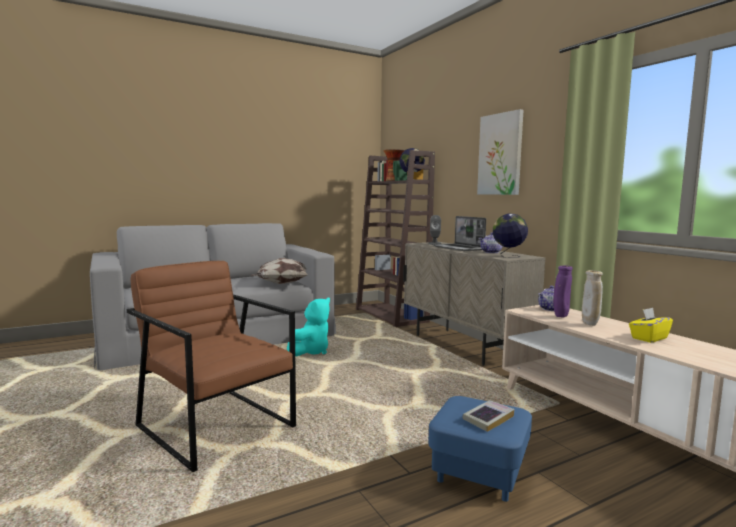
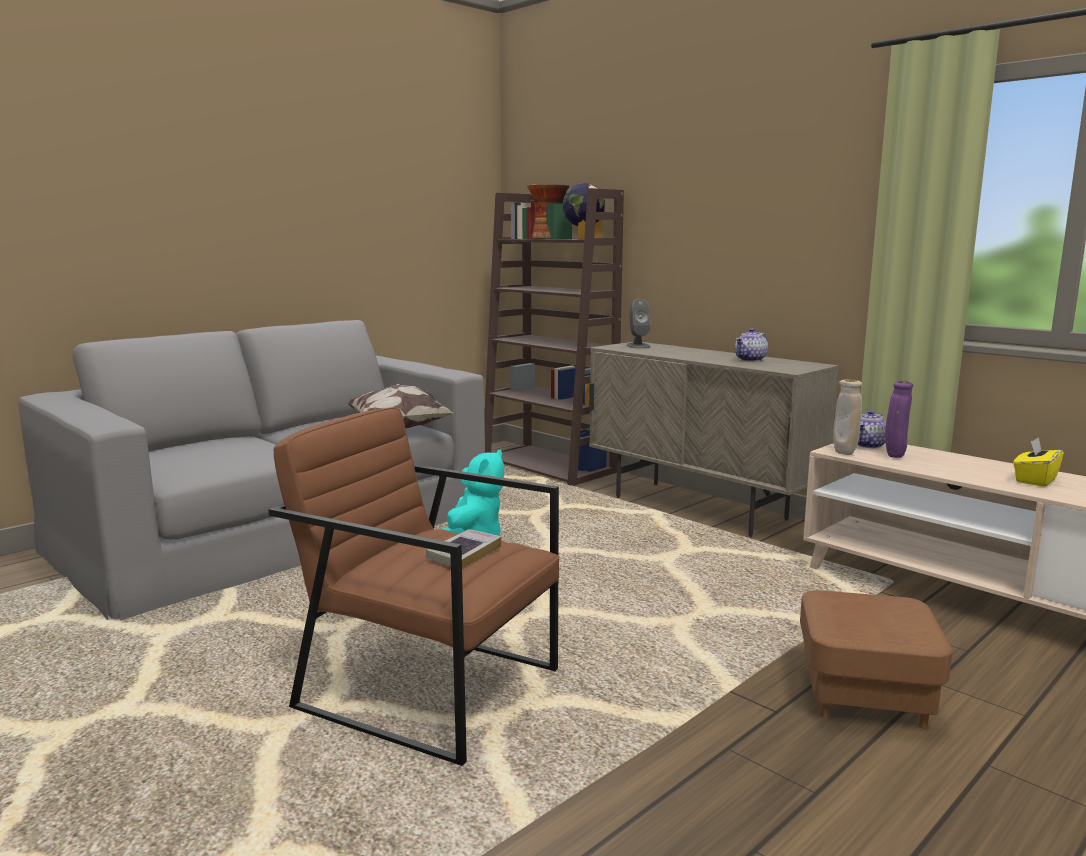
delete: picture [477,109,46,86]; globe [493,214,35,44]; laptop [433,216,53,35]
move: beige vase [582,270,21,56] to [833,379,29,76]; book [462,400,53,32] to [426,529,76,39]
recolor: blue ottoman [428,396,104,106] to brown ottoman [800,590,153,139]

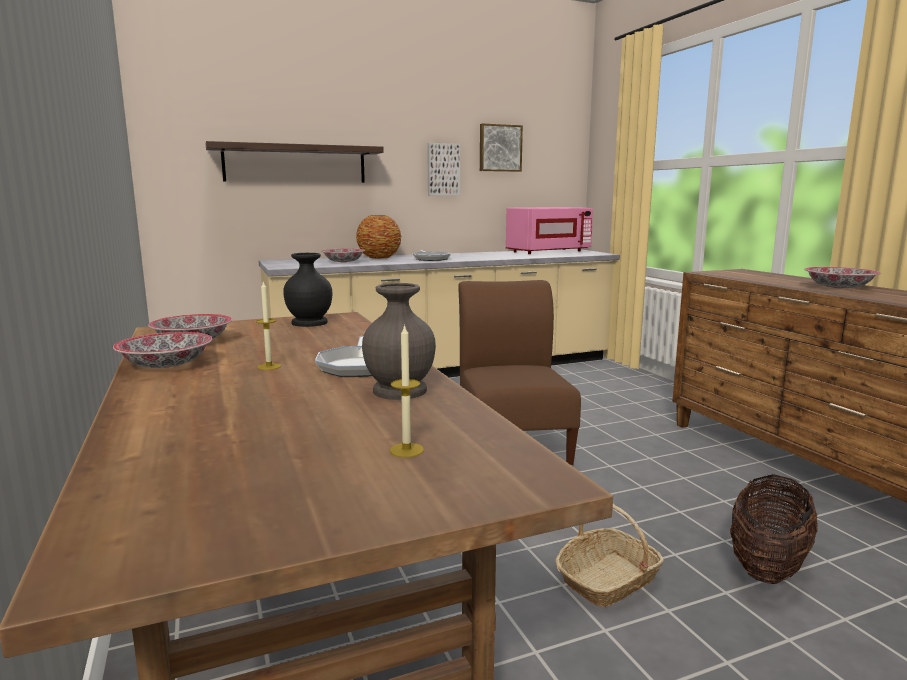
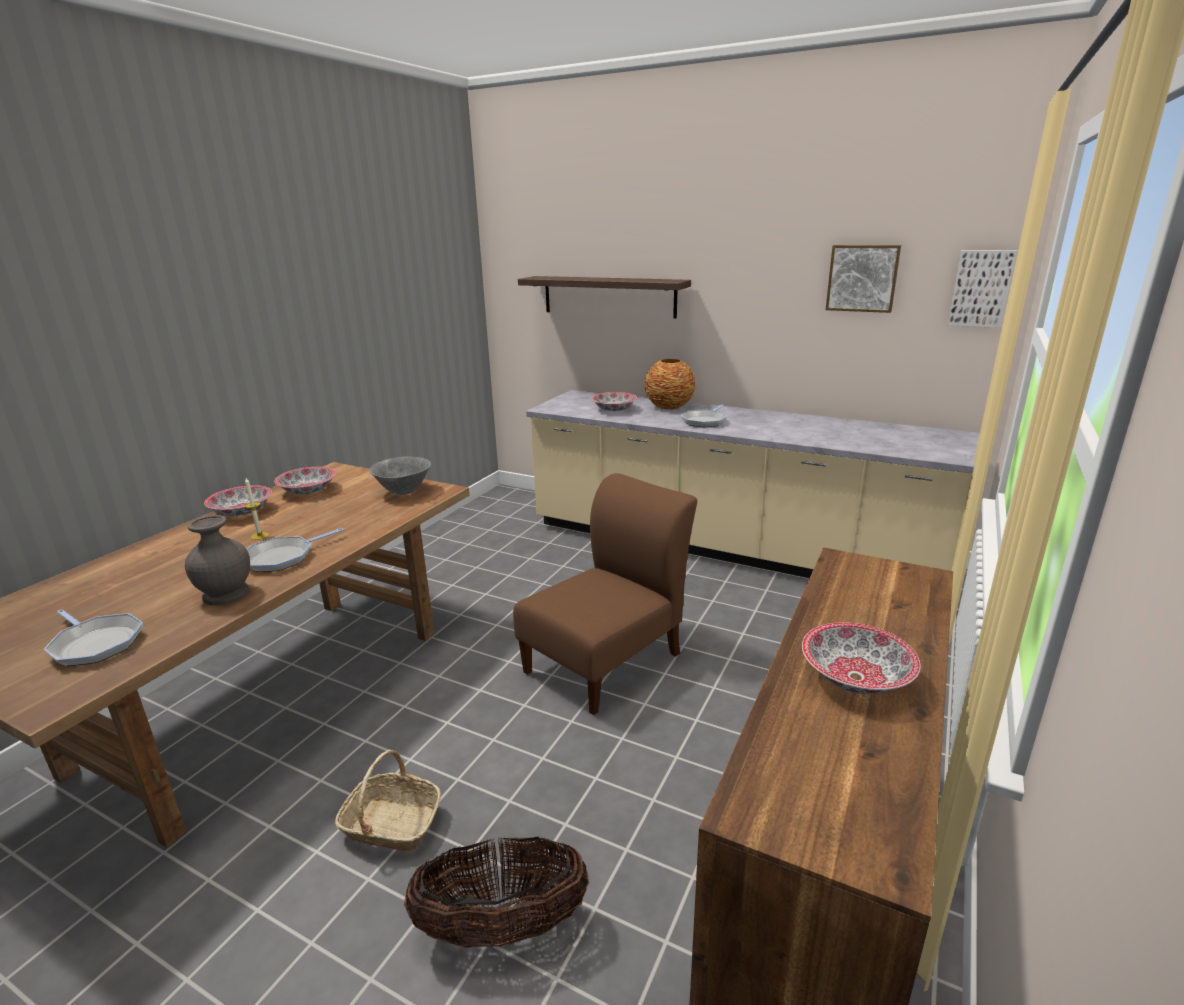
delete: pink microwave [506,207,87,47]
move: picture [427,143,33,52] to [948,250,69,78]
replace: black vase [283,253,50,74] to grey bowl [370,457,61,38]; candle [390,324,34,133] to frying pan [44,610,99,56]

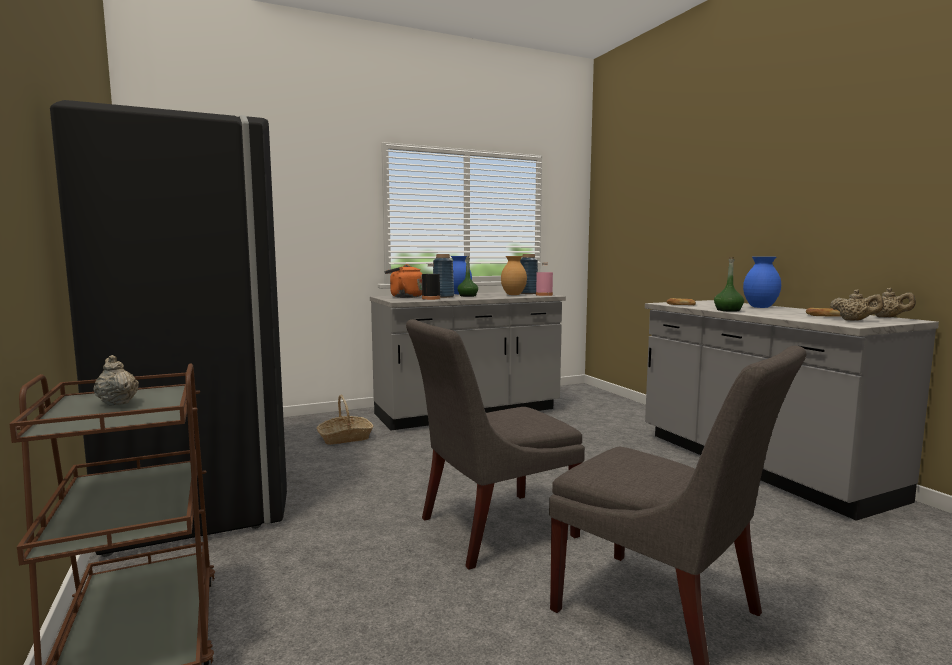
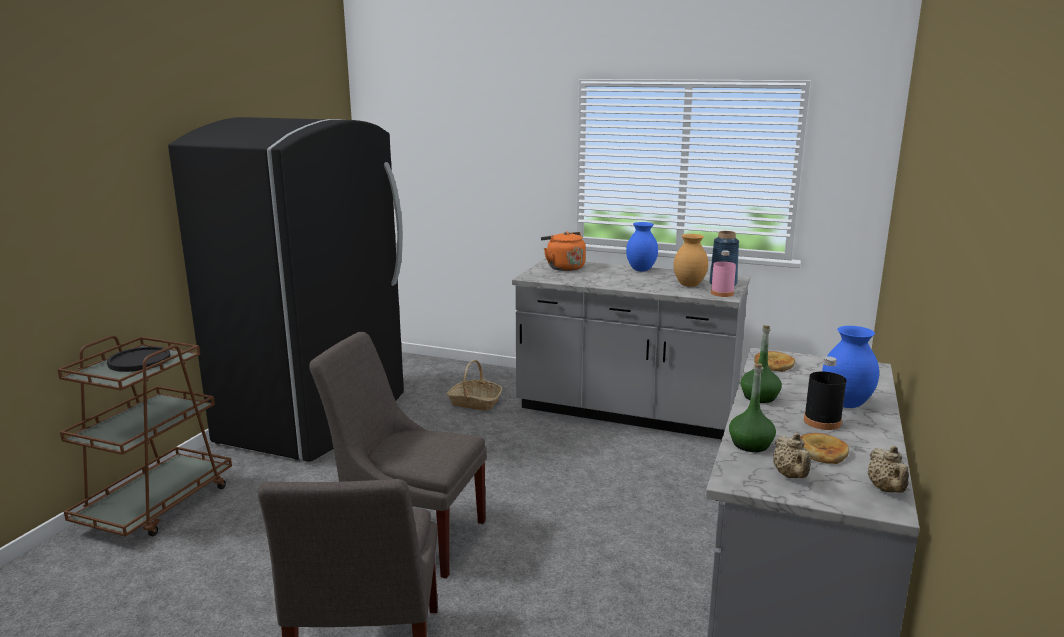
delete: blue vase [433,254,21,44]
move: green bottle [458,256,20,41] to [729,364,47,88]; black bottle [422,263,18,37] to [804,357,42,73]
replace: beige teapot [93,355,46,50] to black plate [107,346,64,26]

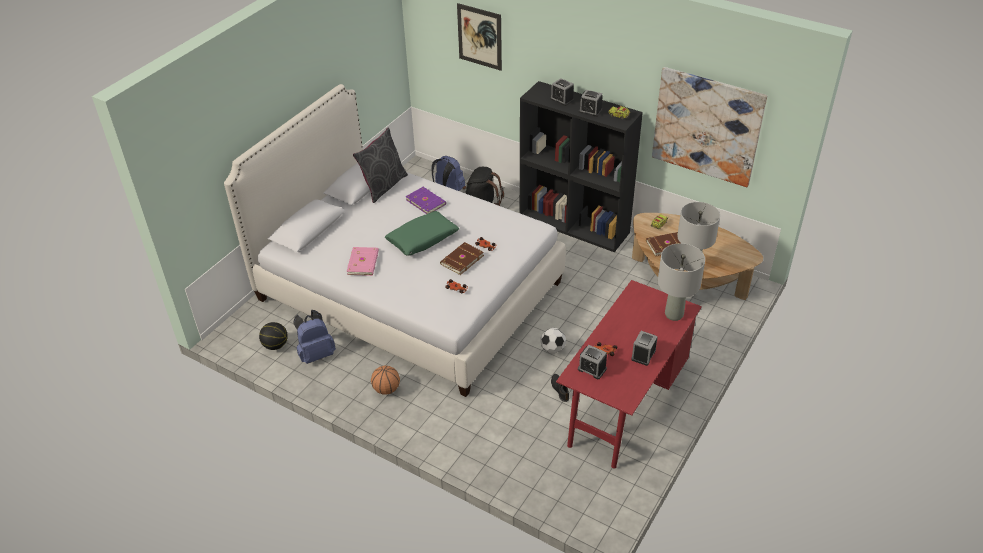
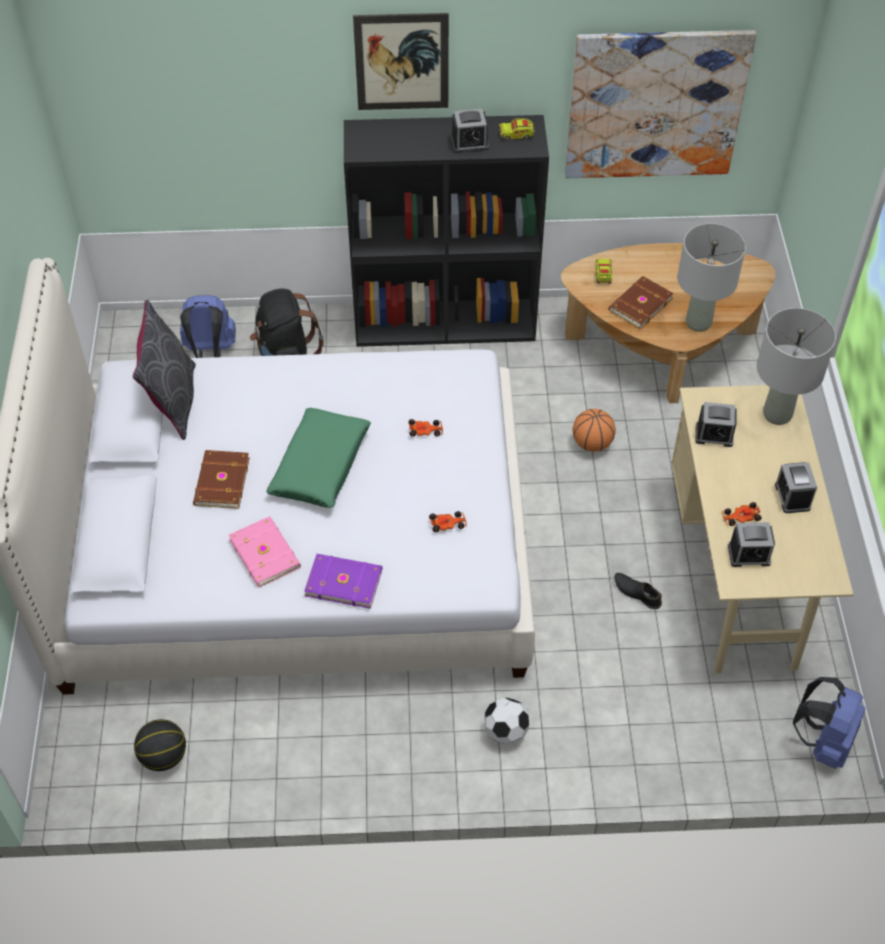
move: picture [457,3,45,68] to [353,13,96,97]; alarm clock [550,78,24,28] to [695,402,42,45]; purple book [405,187,41,27] to [304,554,78,55]; brown book [440,242,44,33] to [193,450,57,59]; blue backpack [293,310,43,54] to [793,677,72,92]; football [540,328,26,26] to [485,697,44,47]; basketball [371,366,29,29] to [572,409,44,43]
recolor: red desk [556,280,146,189] to beige desk [672,385,182,289]

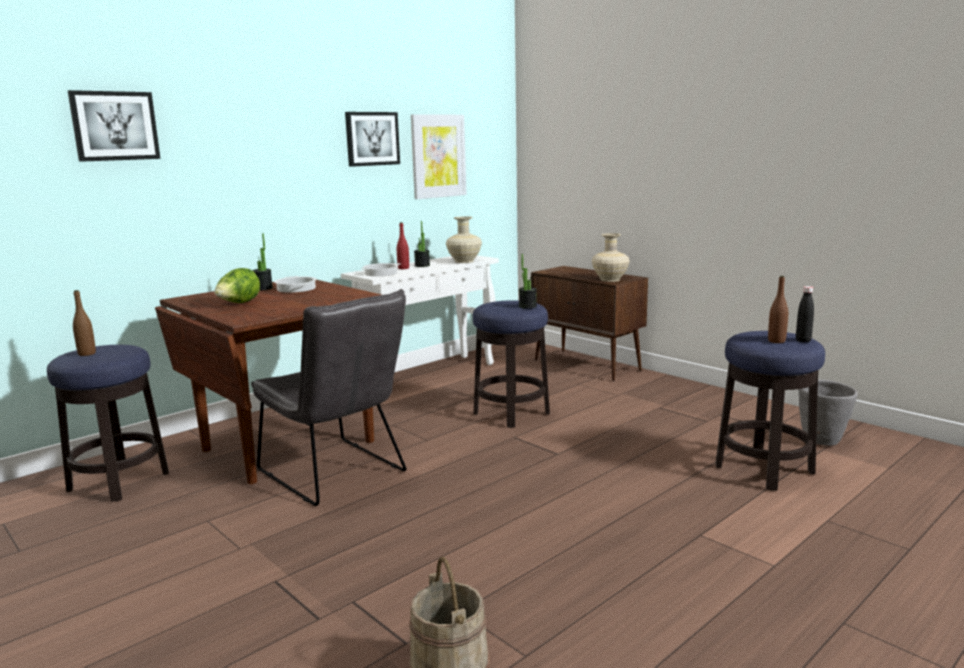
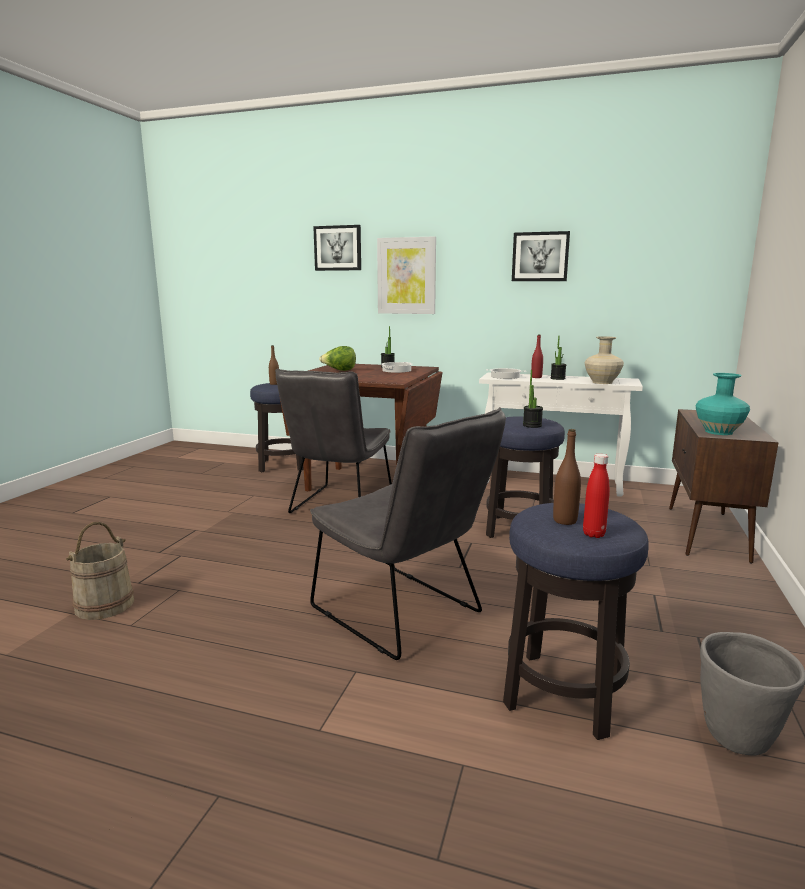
insert: grey chair [310,407,196,253]
move: picture [411,114,55,85] to [377,236,59,78]
recolor: beige vase [592,233,38,49] to turquoise vase [696,373,54,62]; black bottle [796,286,18,56] to red bottle [583,454,27,84]

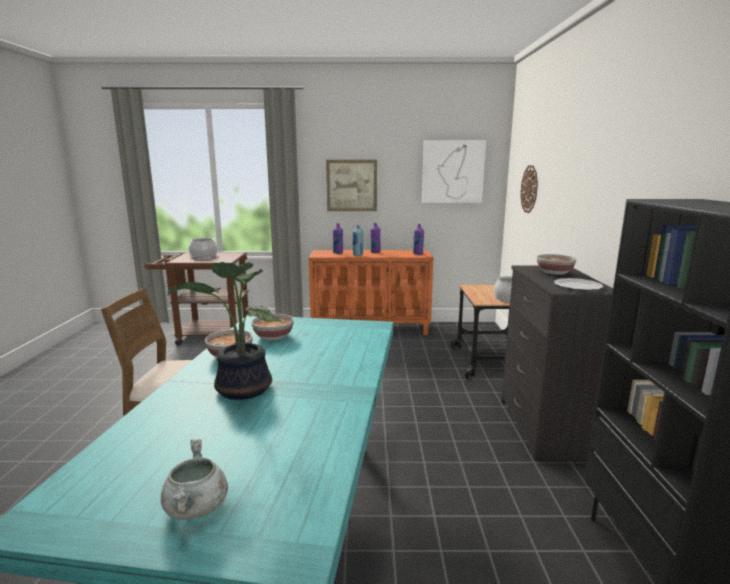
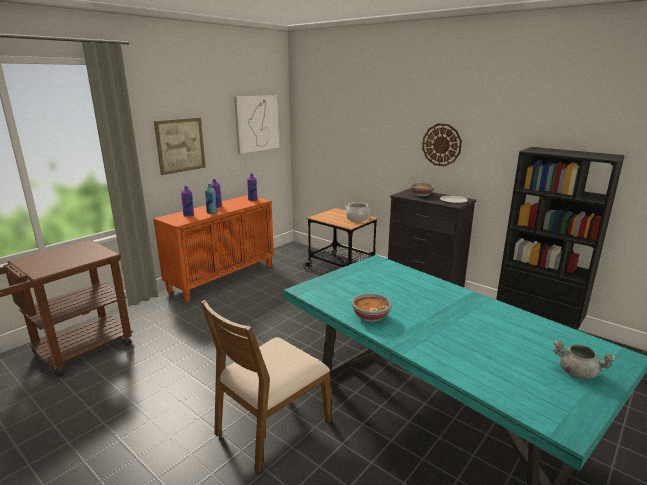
delete: cooking pot [189,238,29,20]; potted plant [168,262,114,138]; bowl [251,314,43,26]
move: wall clock [520,165,18,48] to [422,123,40,43]

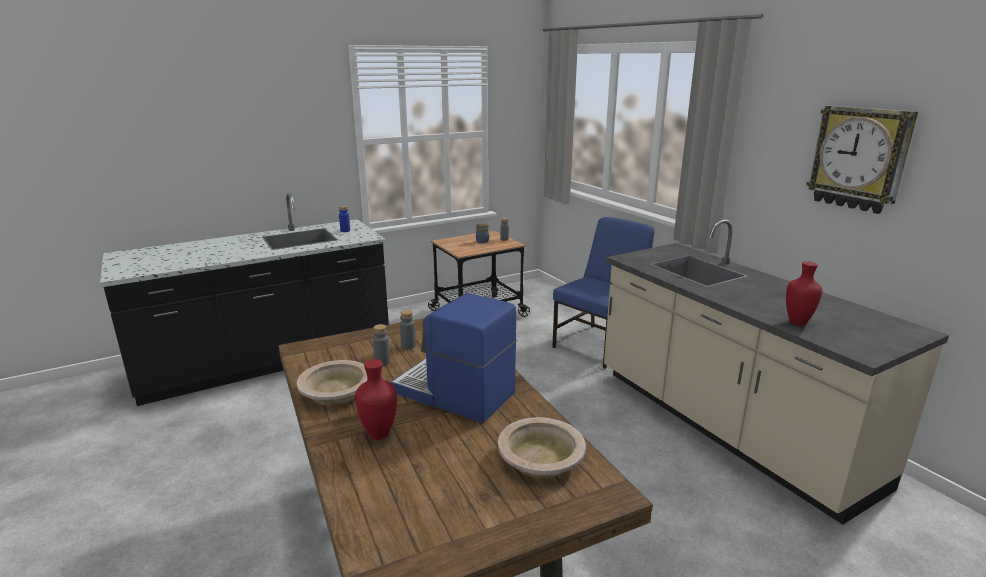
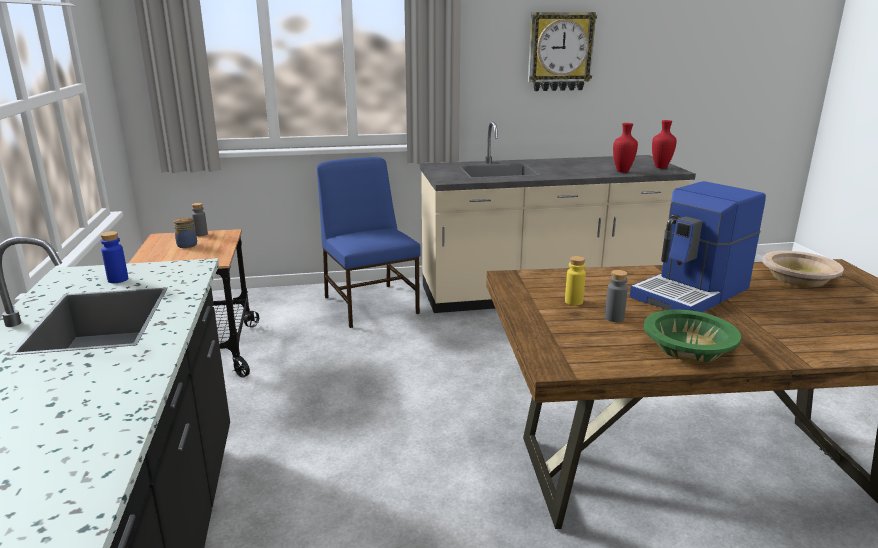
move: red vase [355,359,42,81] to [652,120,25,49]
recolor: grey bottle [400,310,16,39] to yellow bottle [565,256,21,49]; beige bowl [297,360,70,45] to green bowl [644,310,97,52]

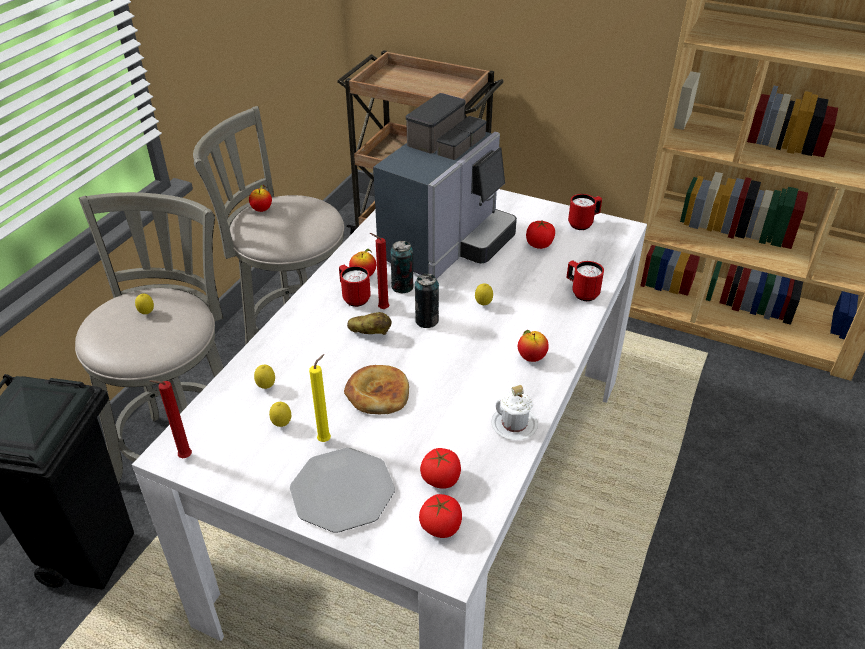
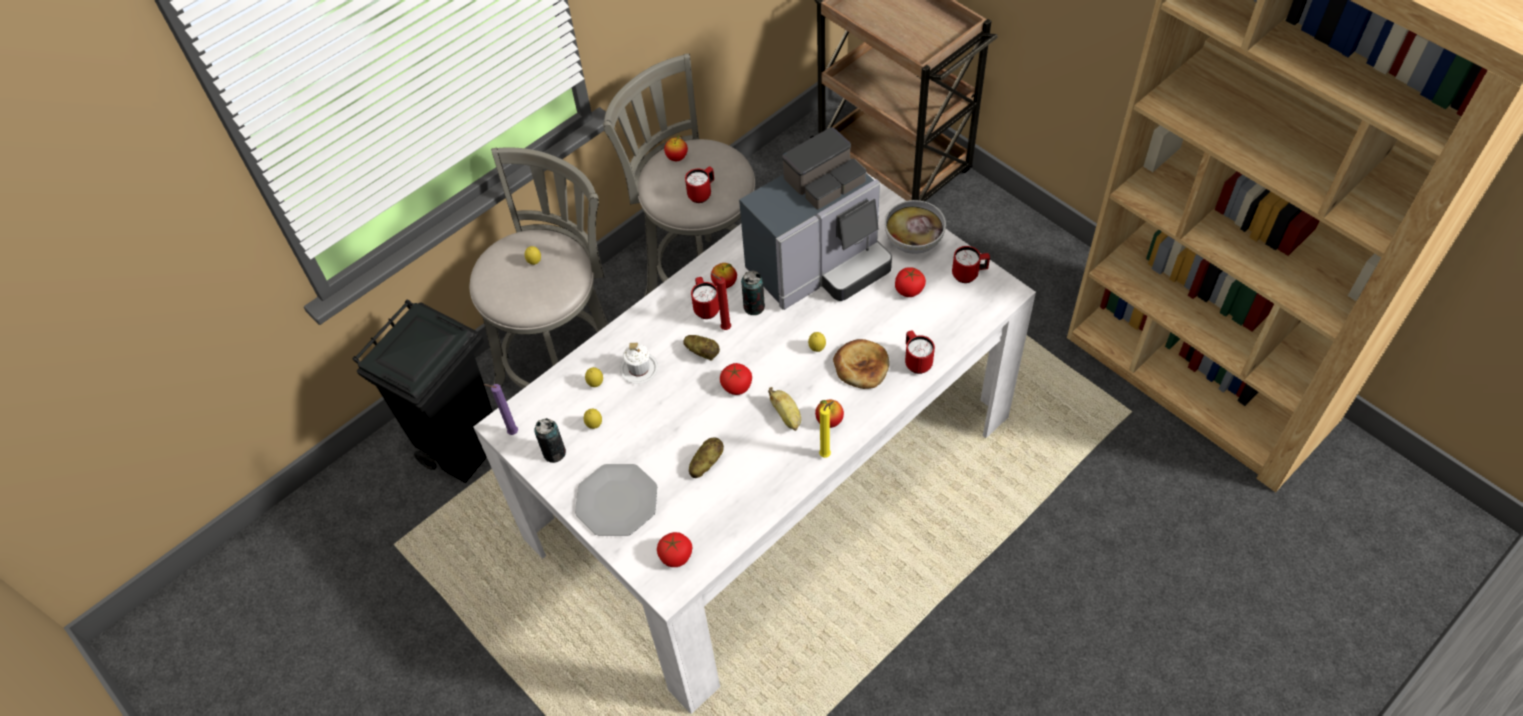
insert: red mug [685,166,29,37]; bowl [885,200,61,54]; banana [768,387,33,44]; potato [689,438,35,40]
move: can [415,274,24,54] to [534,418,32,45]; yellow candle [309,354,22,88] to [819,401,15,57]; bread [344,365,65,49] to [833,339,56,50]; white mug [491,385,47,55] to [620,343,38,41]; tomato [420,448,41,41] to [720,363,32,32]
recolor: red candle [150,380,42,78] to purple candle [483,384,35,51]

